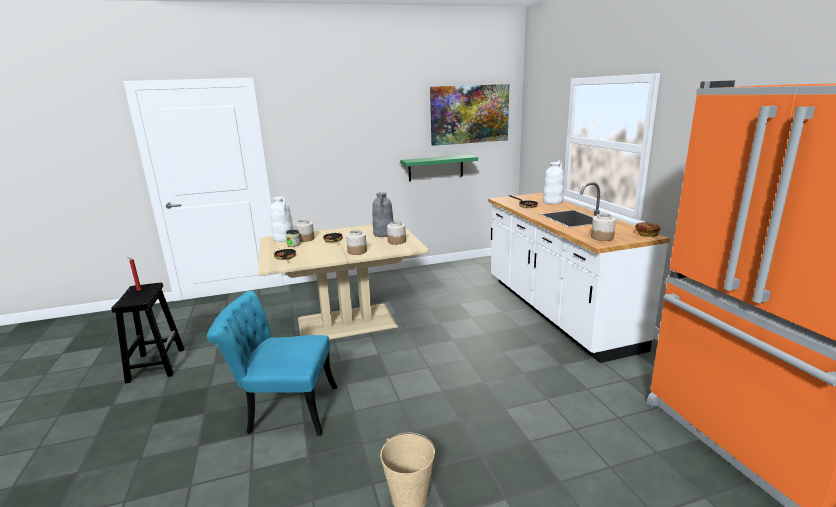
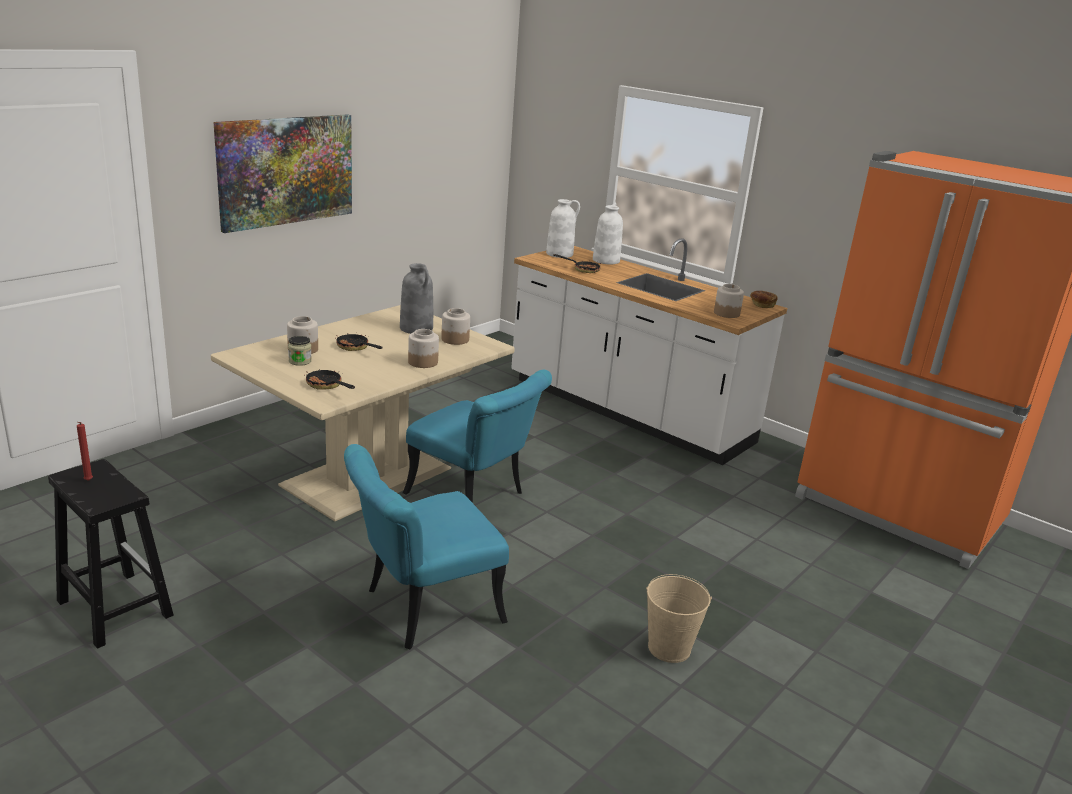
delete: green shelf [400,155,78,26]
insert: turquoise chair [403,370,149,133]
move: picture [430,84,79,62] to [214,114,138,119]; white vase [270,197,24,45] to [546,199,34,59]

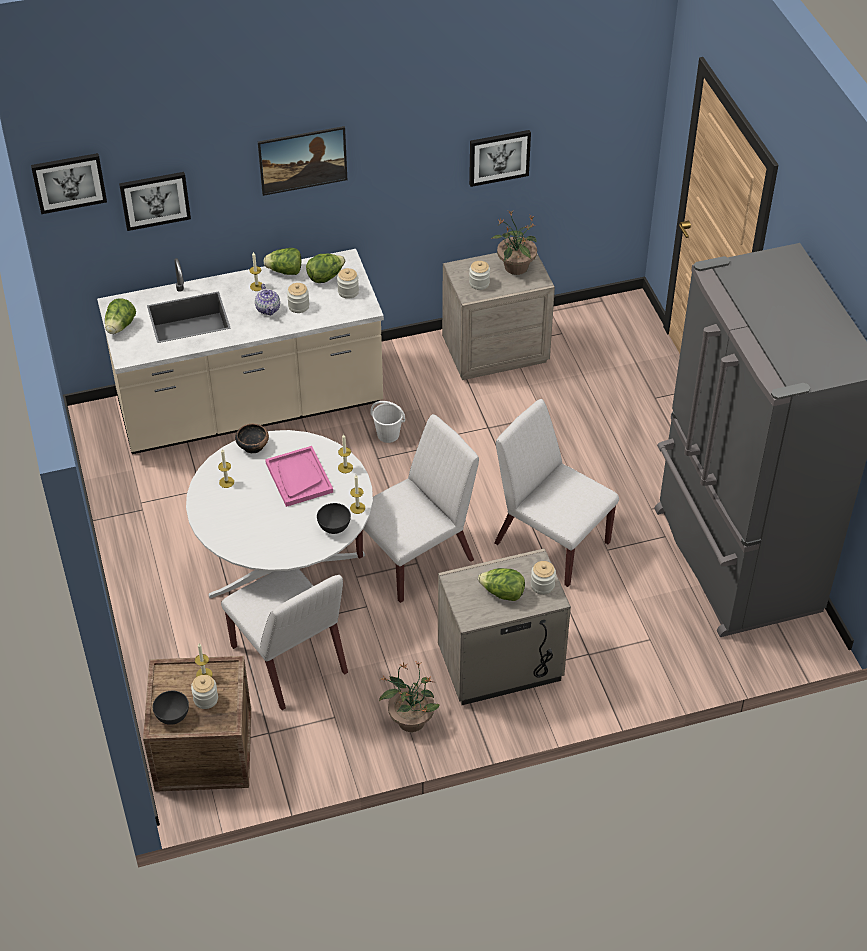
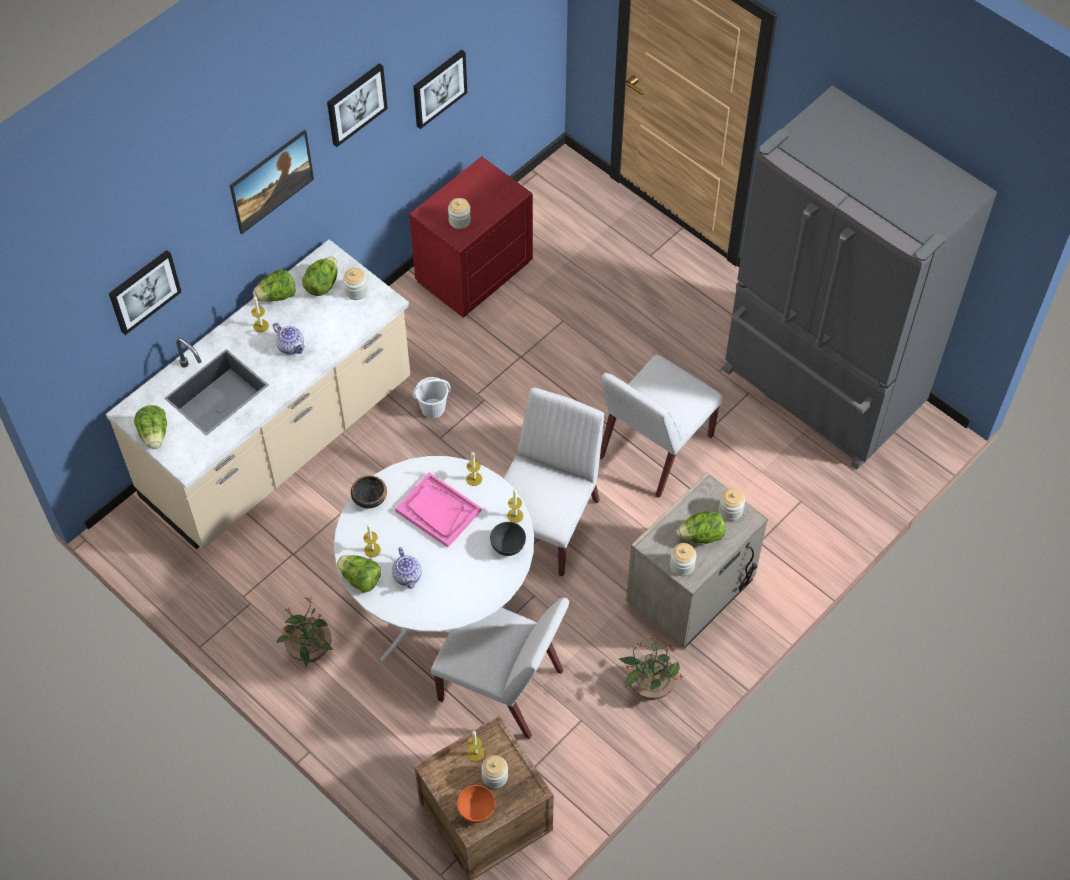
insert: teapot [392,547,30,42]; lettuce [337,555,44,38]
move: picture [31,153,76,61] to [327,63,61,84]; potted plant [492,210,45,65] to [277,597,56,70]; jar [287,283,22,30] to [670,543,26,33]
recolor: beige nightstand [442,253,113,127] to red nightstand [409,156,124,162]; grey bowl [153,691,36,34] to orange bowl [457,785,38,38]
rotate: white chair [494,399,125,188] = [600,355,123,143] 60 degrees counterclockwise

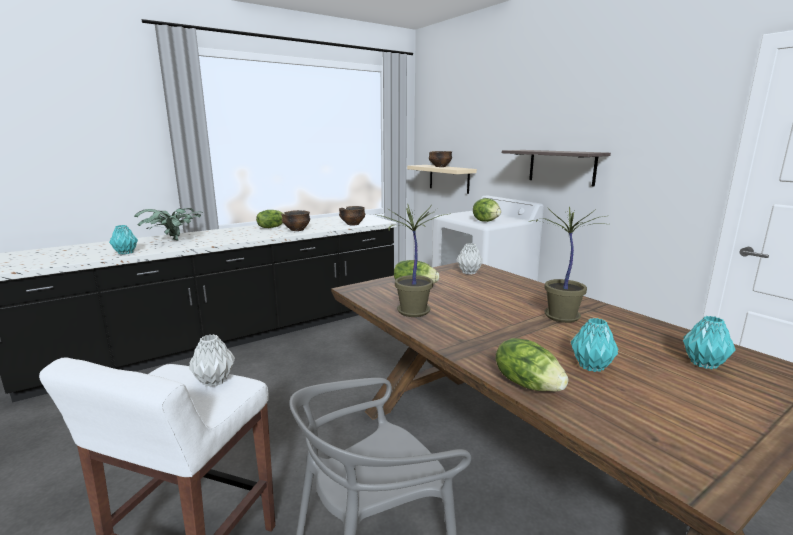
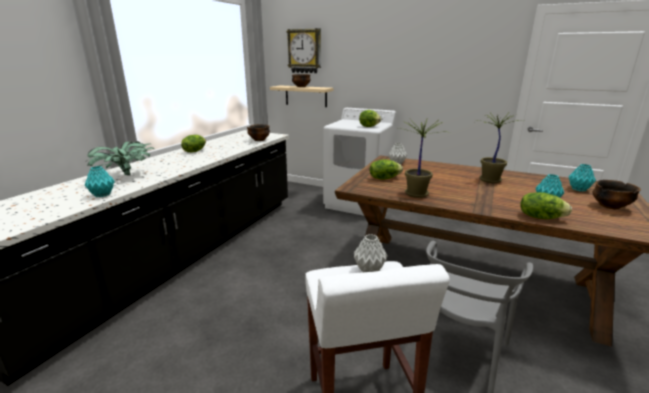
delete: shelf [502,150,109,37]
insert: wall clock [286,28,35,45]
move: bowl [281,210,29,21] to [593,180,48,30]

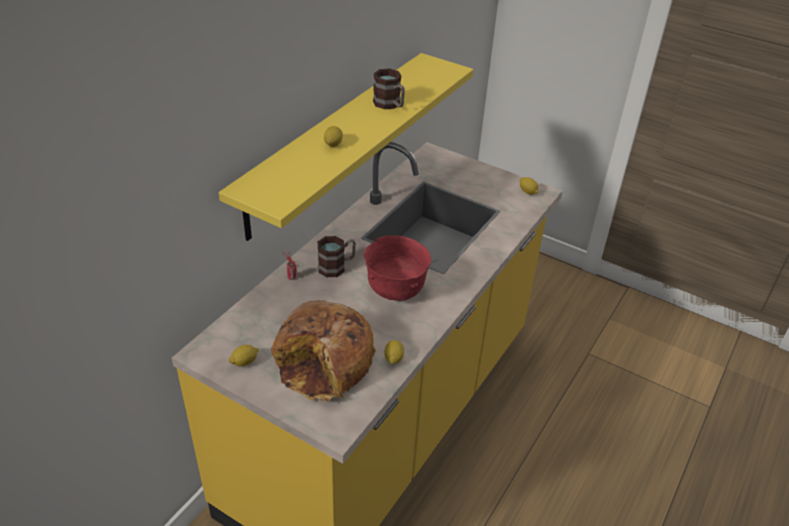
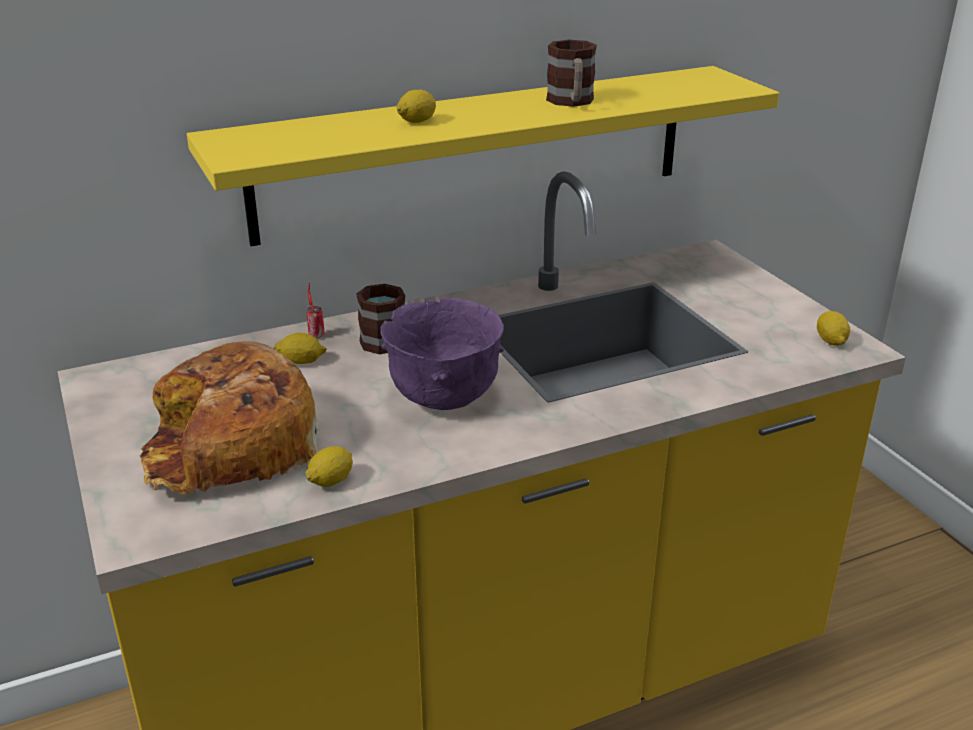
move: lemon [228,345,31,22] to [274,333,53,31]
recolor: red bowl [364,235,67,66] to purple bowl [380,297,124,113]

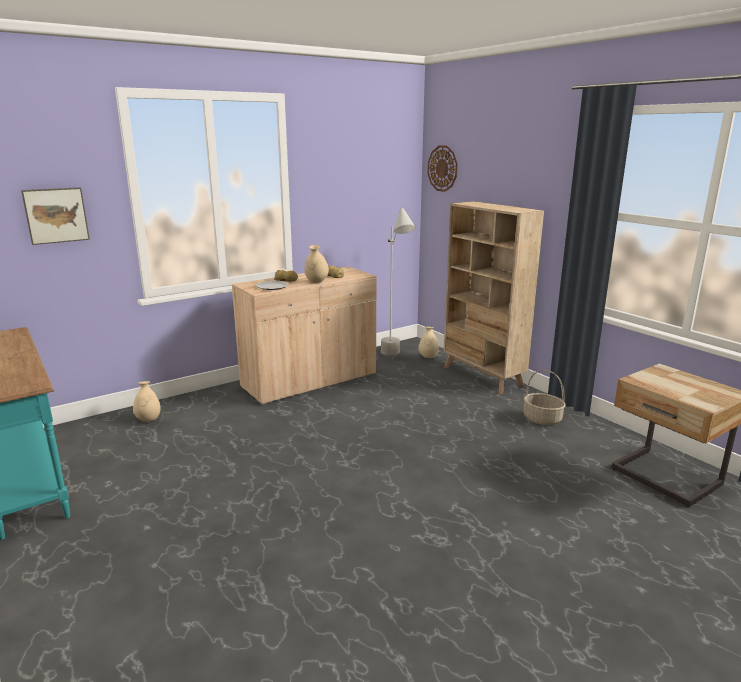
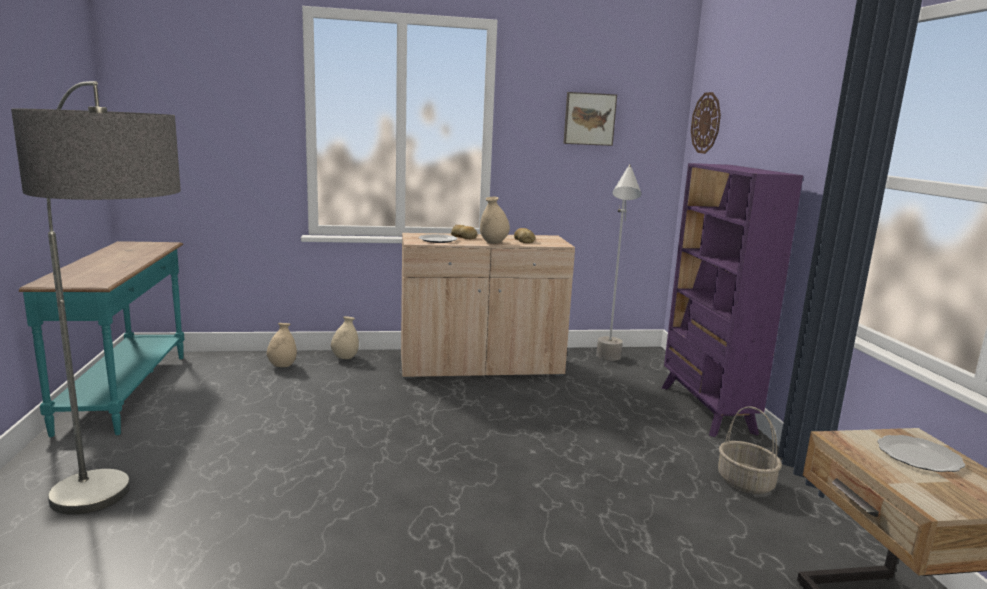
insert: floor lamp [11,81,170,434]; plate [877,435,88,37]
move: picture [21,187,69,58] to [563,92,54,54]; beige vase [418,327,21,31] to [331,316,28,43]
recolor: beige bookcase [444,201,100,193] to purple bookcase [662,163,141,274]

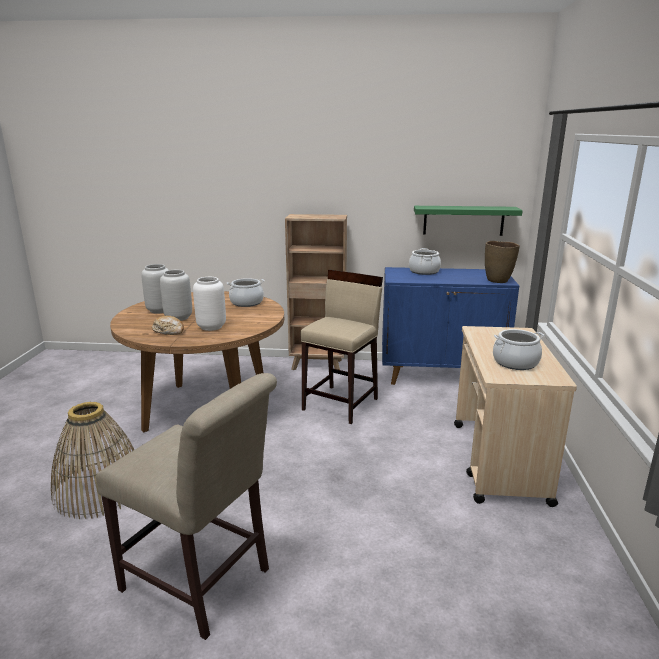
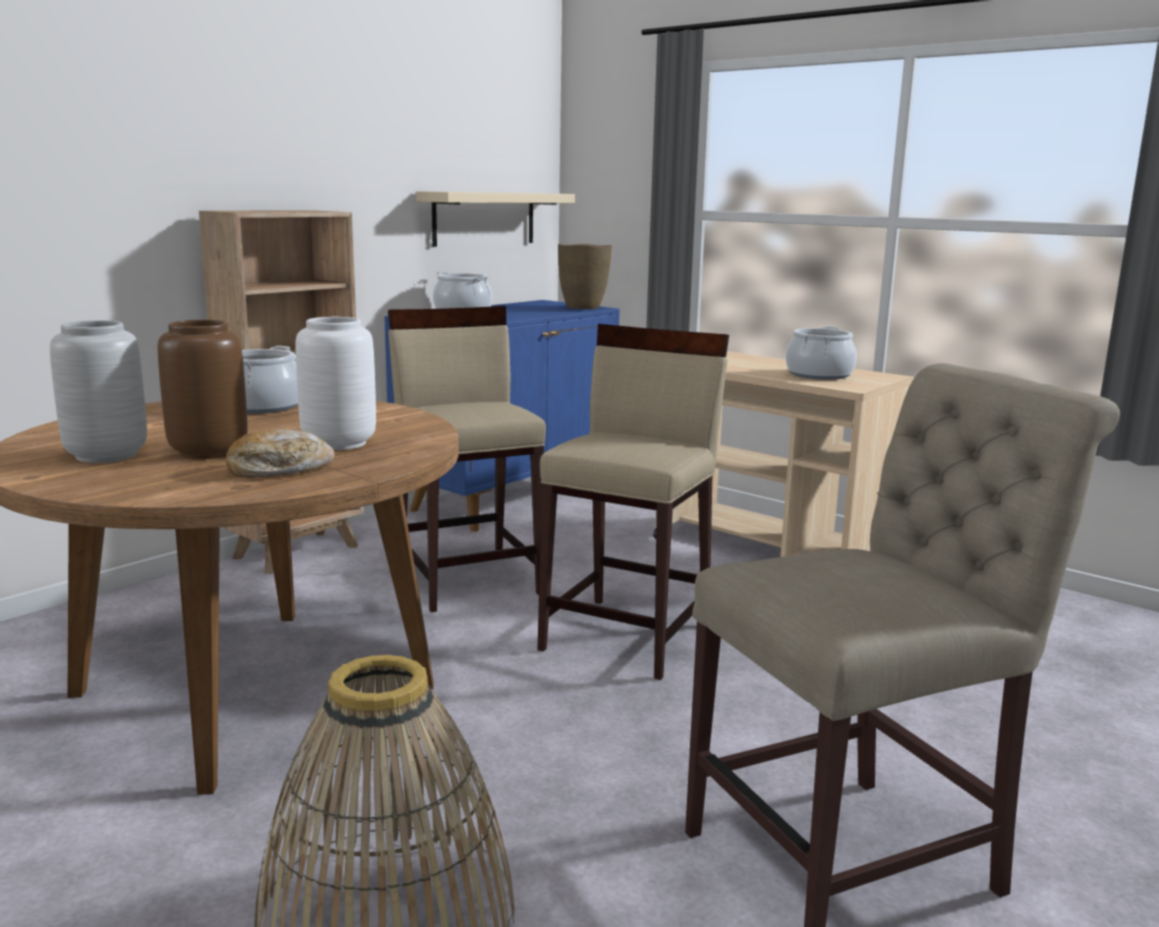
insert: beige stool [538,324,191,356]
recolor: green shelf [414,206,109,30] to beige shelf [416,191,159,56]; grey vase [160,270,32,51] to brown vase [158,320,90,139]

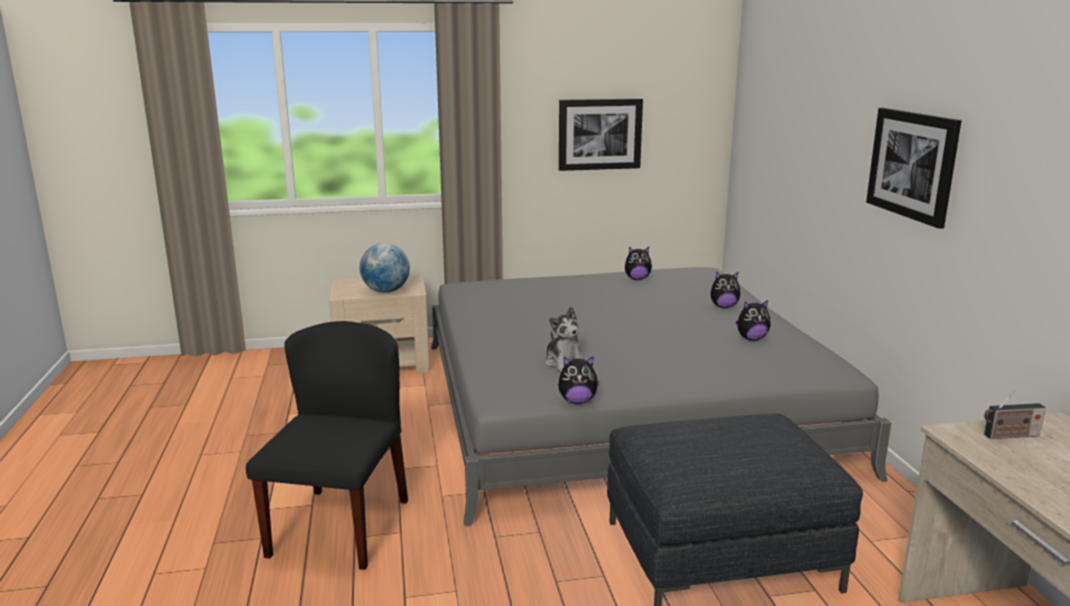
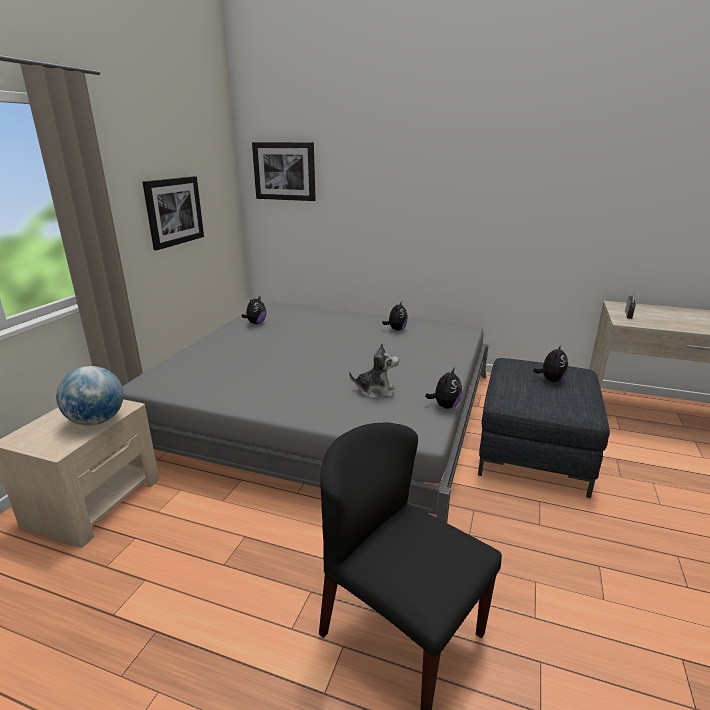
move: picture [866,108,95,121] to [252,142,64,59]; plush toy [711,272,29,36] to [533,344,35,38]

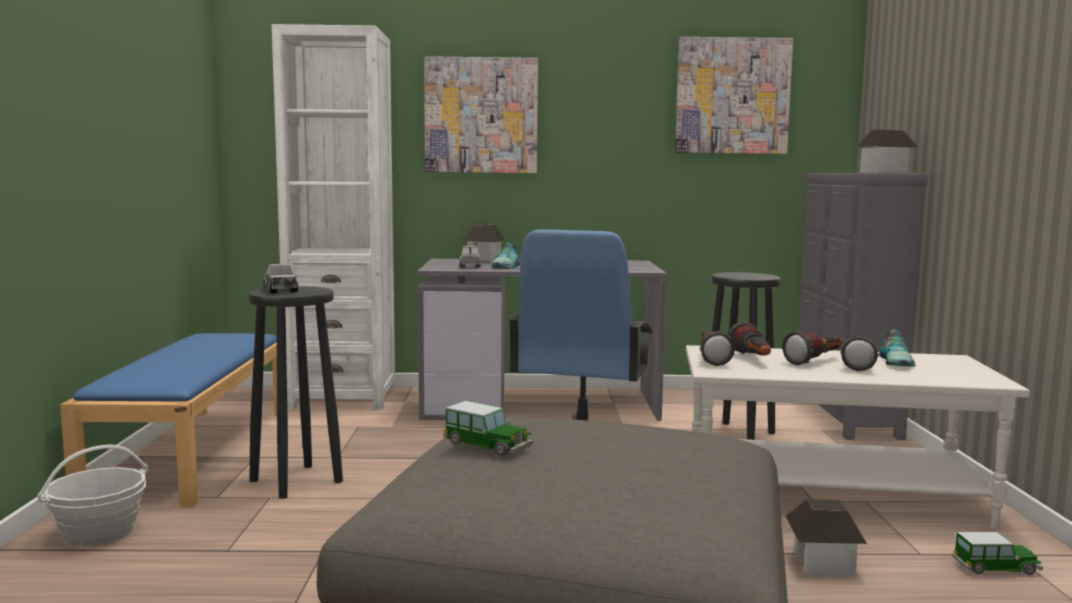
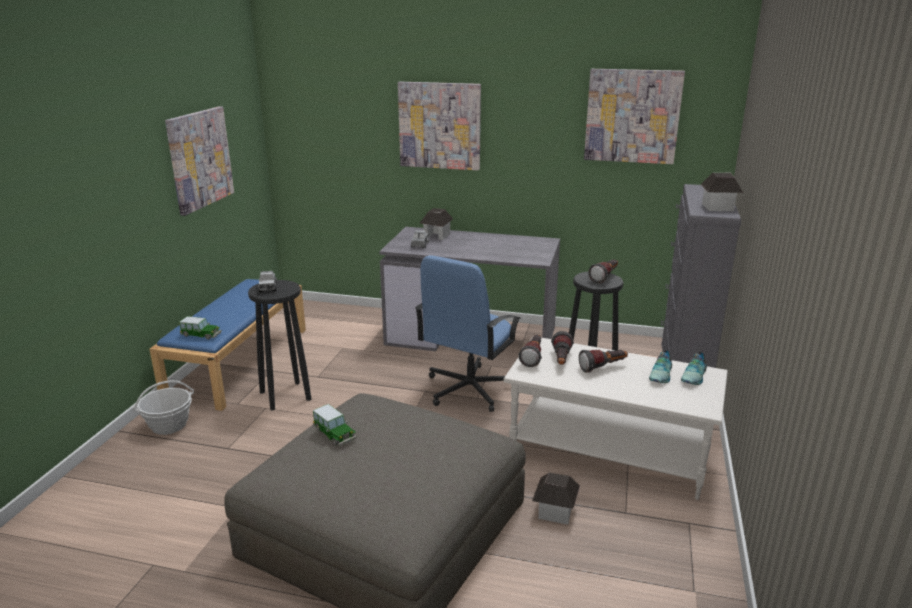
delete: white bookcase [272,24,123,386]
insert: picture [165,106,69,110]
move: shoe [492,243,28,26] to [681,352,26,33]; flashlight [841,336,38,35] to [588,260,30,23]; toy car [952,532,91,43] to [179,316,43,24]

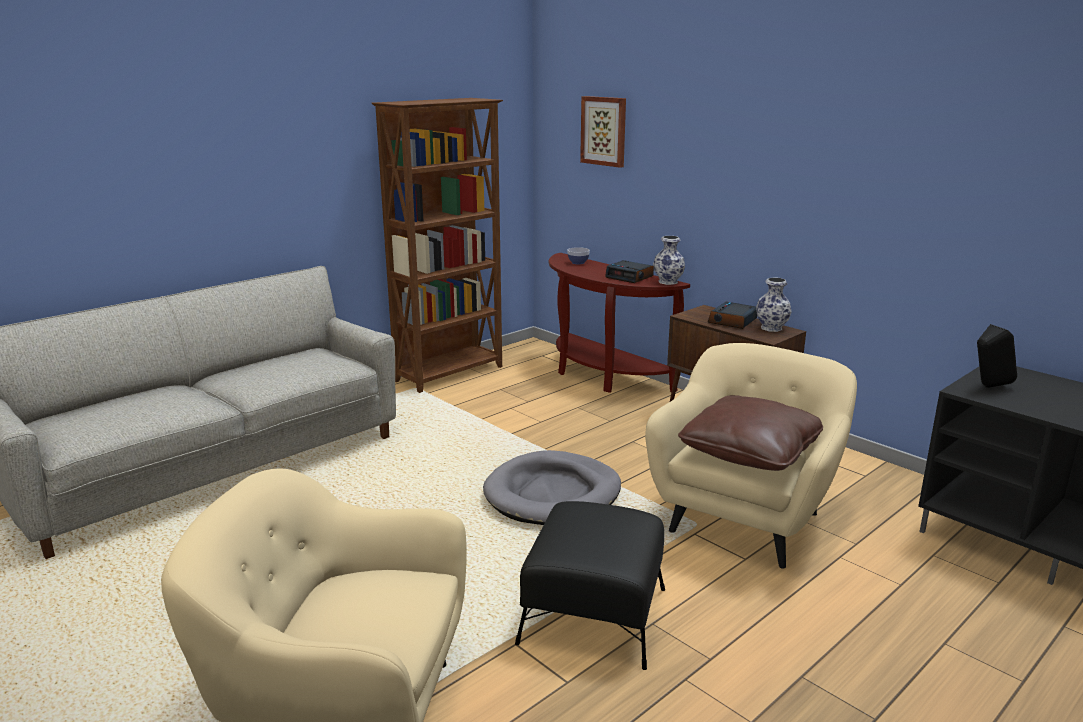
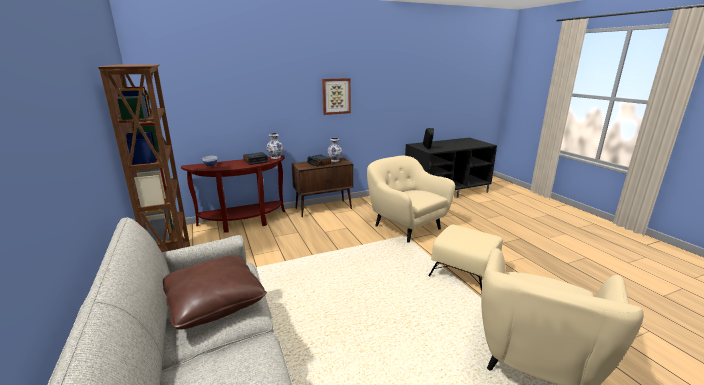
delete: grey dog bed [483,450,138,75]
move: picture [580,96,46,72] to [322,78,29,37]; brown pillow [678,395,145,76] to [163,255,104,75]
recolor: black ottoman [515,501,150,169] to beige ottoman [428,224,75,68]

